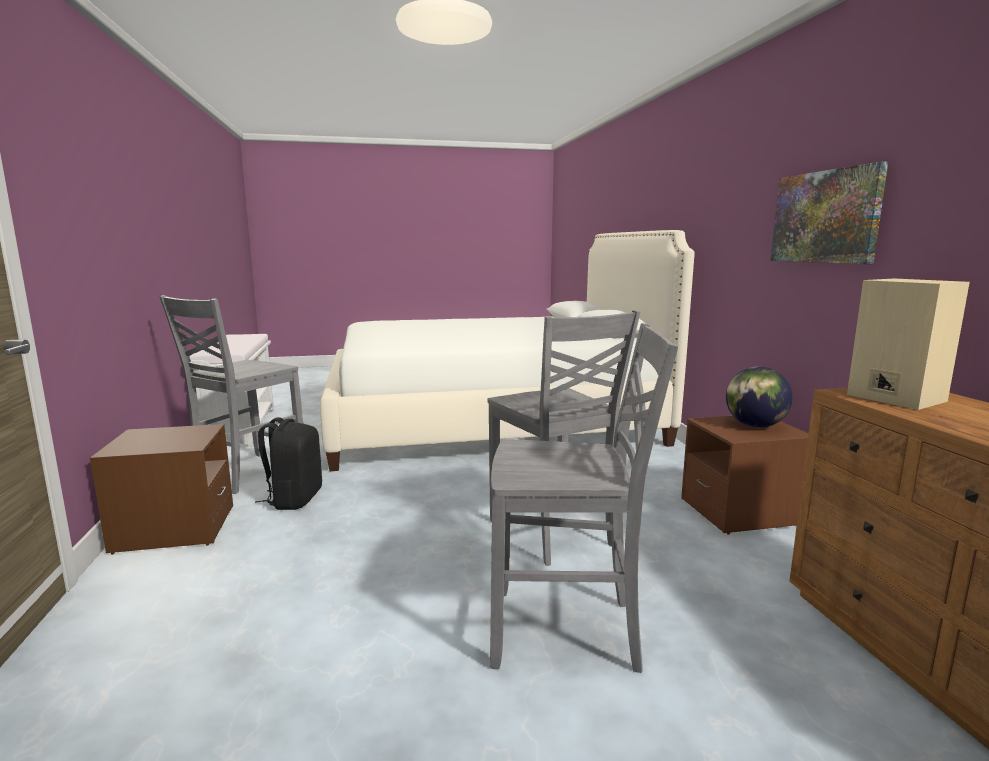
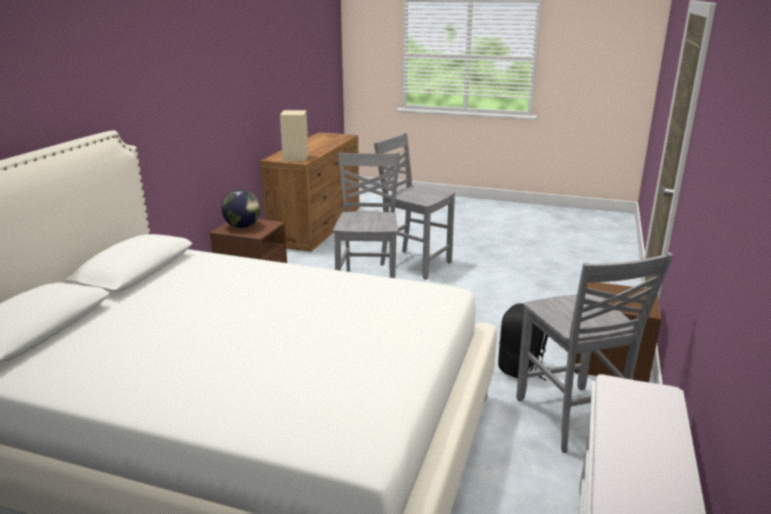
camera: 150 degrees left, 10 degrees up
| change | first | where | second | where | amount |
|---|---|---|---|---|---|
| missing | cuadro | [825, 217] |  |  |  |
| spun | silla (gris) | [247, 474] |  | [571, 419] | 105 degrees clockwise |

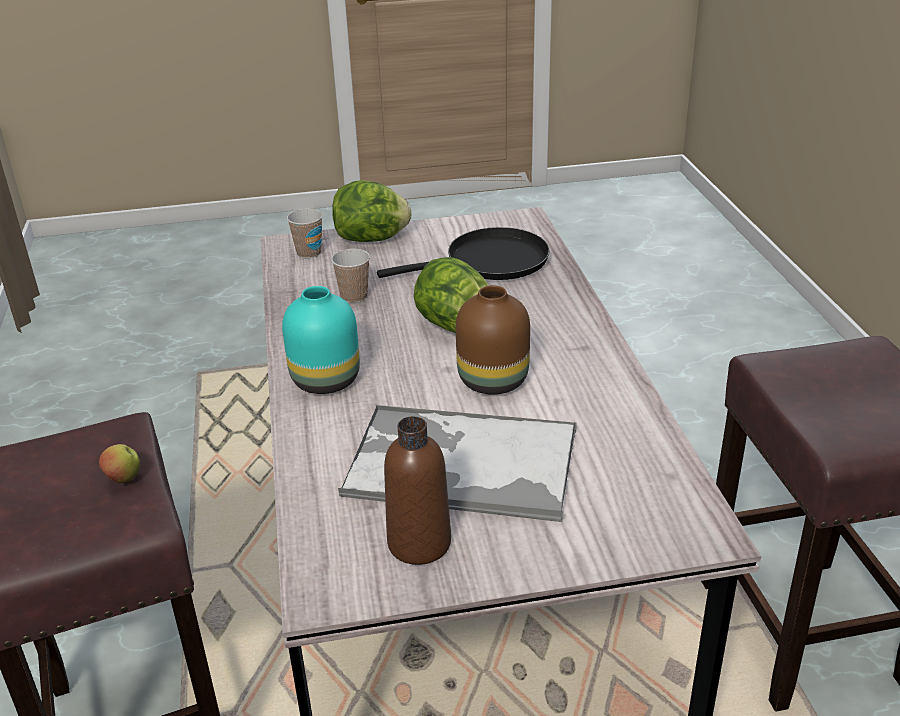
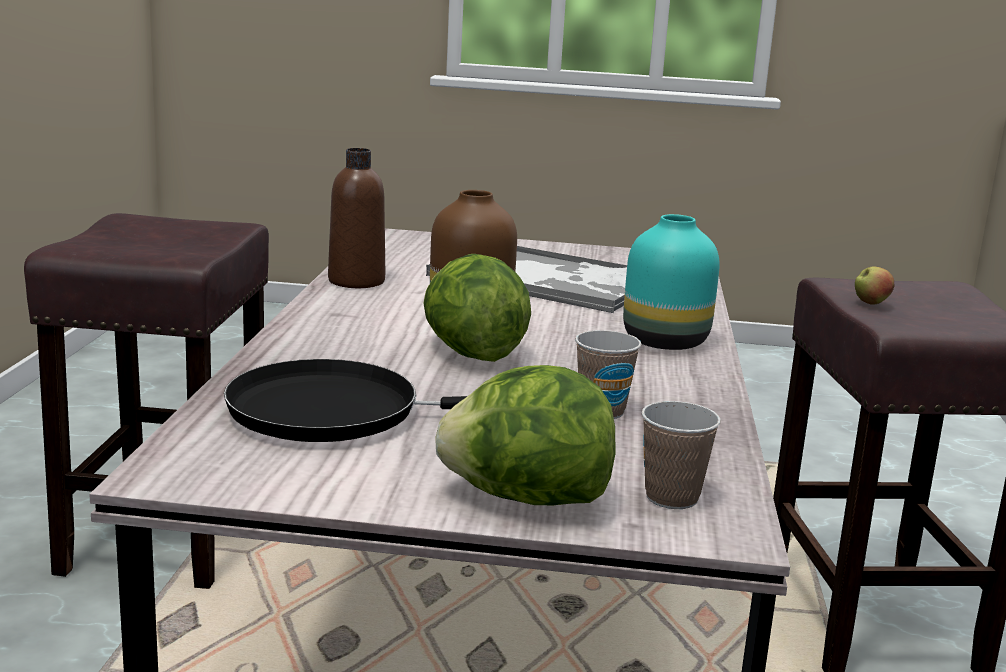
camera: 165 degrees left, 15 degrees down
| change | first | where | second | where | amount |
|---|---|---|---|---|---|
| relocated | botella (marrón) | [419, 543] |  | [356, 281] |  |

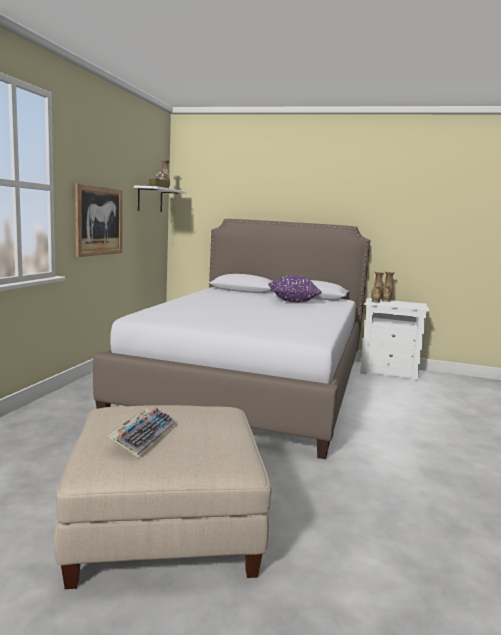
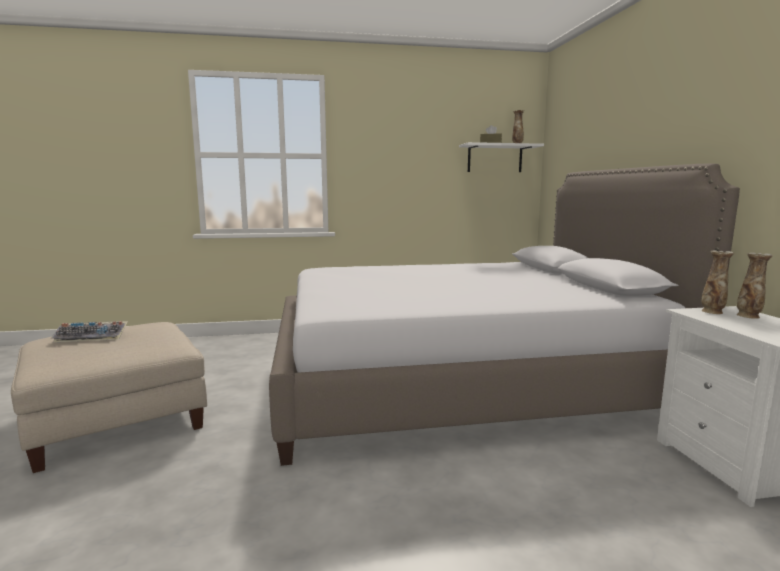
camera: 65 degrees right, 0 degrees up
| change | first | where | second | where | amount |
|---|---|---|---|---|---|
| missing | cuadro | [99, 221] |  |  |  |
| missing | cojín (morado) | [292, 301] |  |  |  |

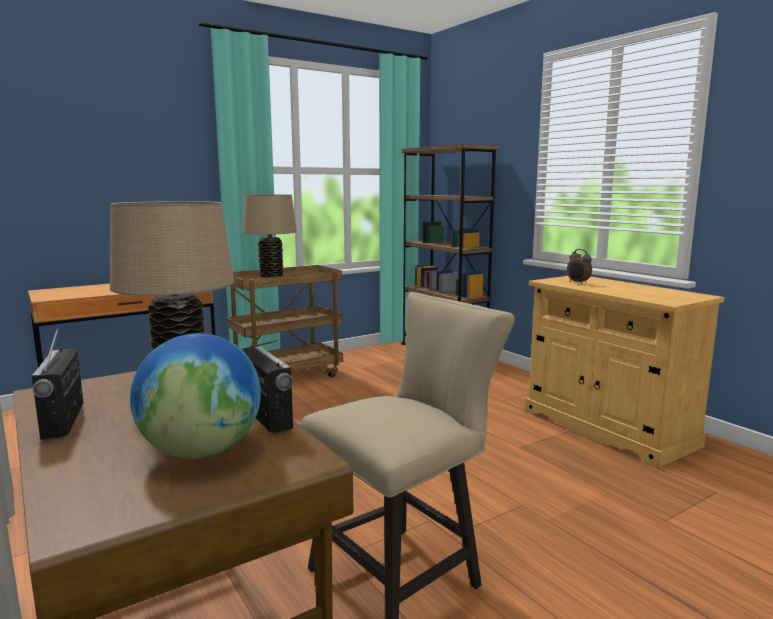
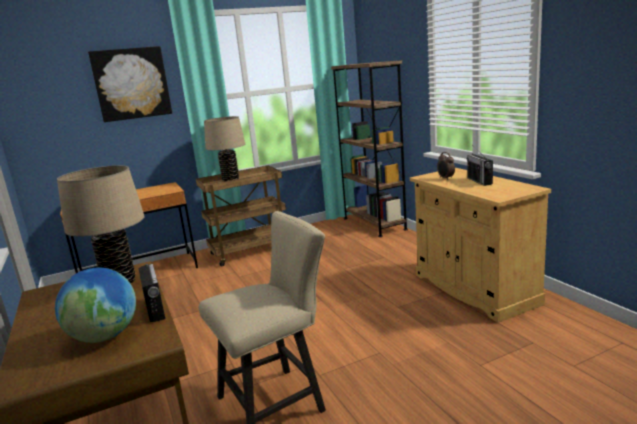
camera: 10 degrees right, 5 degrees up
| change | first | where | second | where | amount |
|---|---|---|---|---|---|
| relocated | radio | [63, 420] |  | [479, 181] |  |
| appeared |  |  | cuadro | [131, 84] |  |

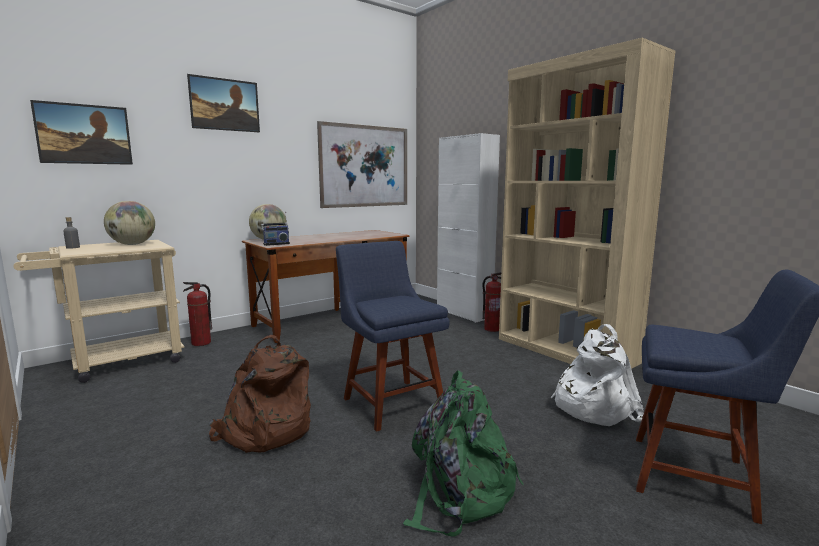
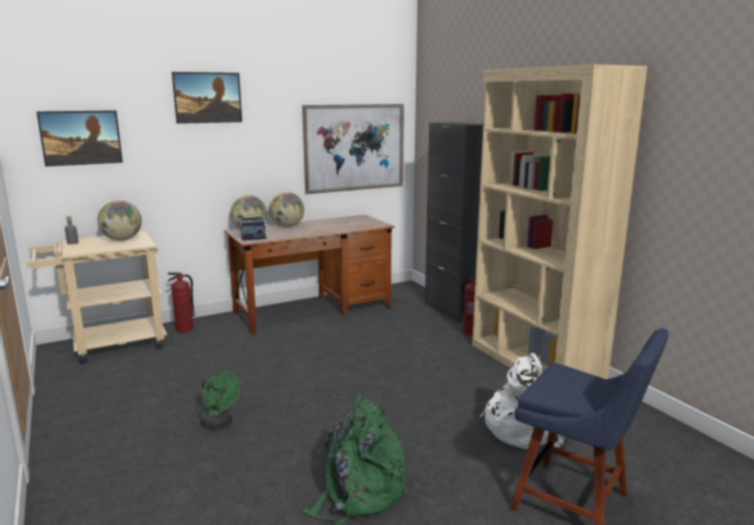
camera: 10 degrees right, 5 degrees up
| change | first | where | second | where | amount |
|---|---|---|---|---|---|
| colour | armario (blanco) | [464, 313] | armario (negro) | [451, 310] |  |
| missing | silla (azul) | [391, 401] |  |  |  |
| exchanged | mochila (marrón) | [264, 431] | ventilador (verde) | [219, 423] |  |
| appeared |  |  | globo terráqueo | [287, 226] |  |

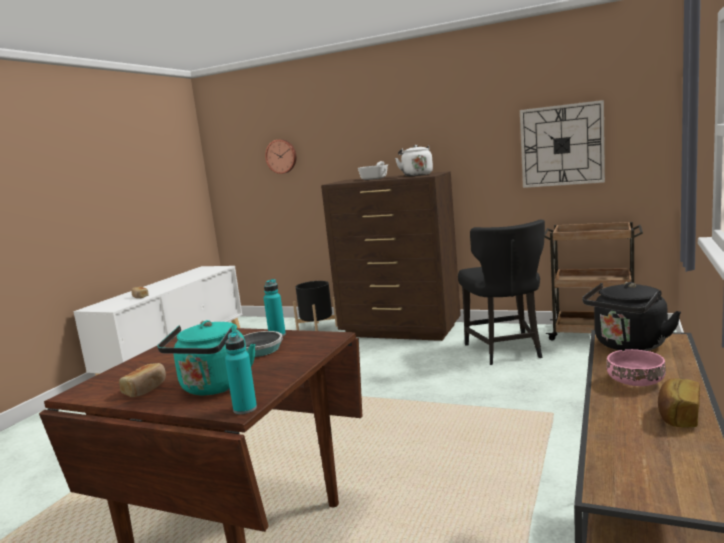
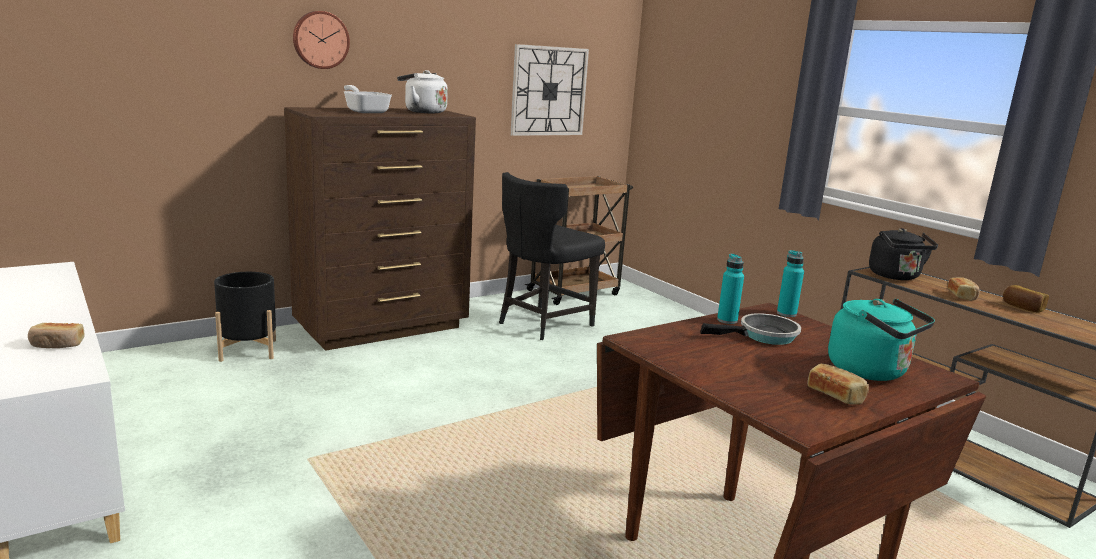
camera: 60 degrees left, 5 degrees up
| change | first | where | second | where | amount |
|---|---|---|---|---|---|
| relocated | reloj de pared | [281, 156] |  | [320, 40] |  |
| spun | silla (negro) | [505, 351] |  | [542, 324] | 105 degrees clockwise |
| relocated | botella (turquesa) | [245, 409] |  | [786, 314] |  |
| exchanged | cuenco (rosa) | [635, 382] | pan | [962, 296] |  |

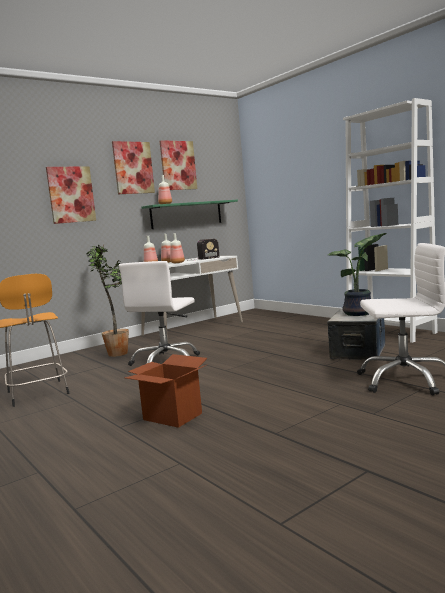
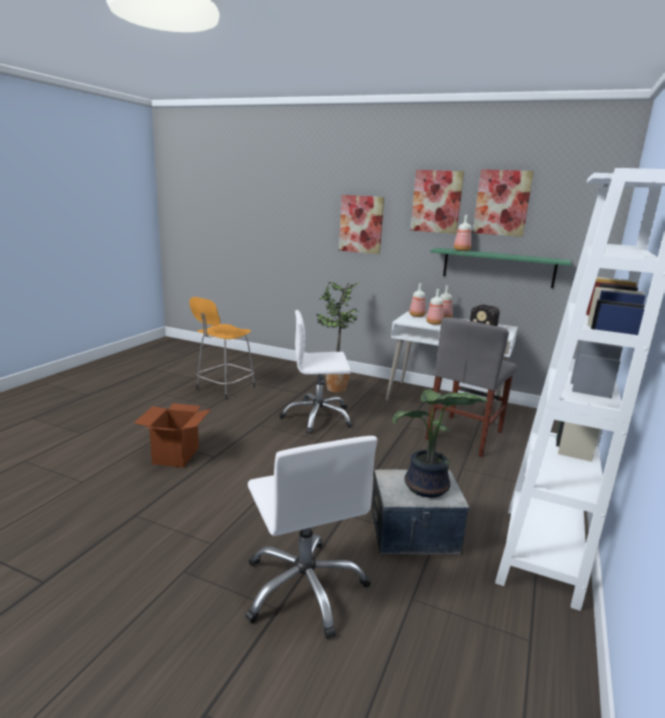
camera: 60 degrees right, 10 degrees up
| change | first | where | second | where | amount |
|---|---|---|---|---|---|
| appeared |  |  | silla (gris) | [464, 435] |  |

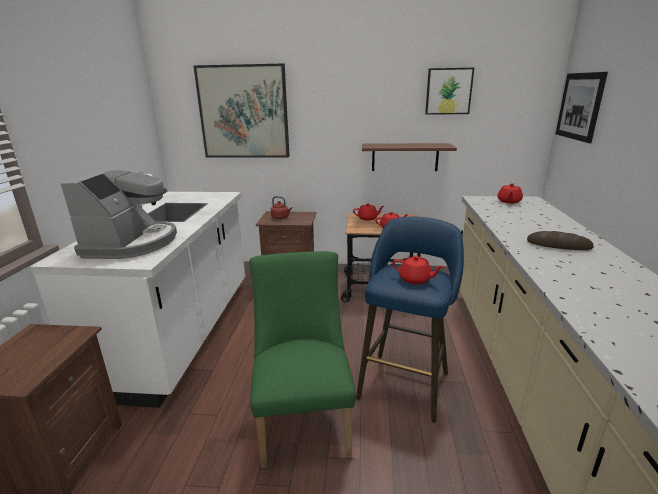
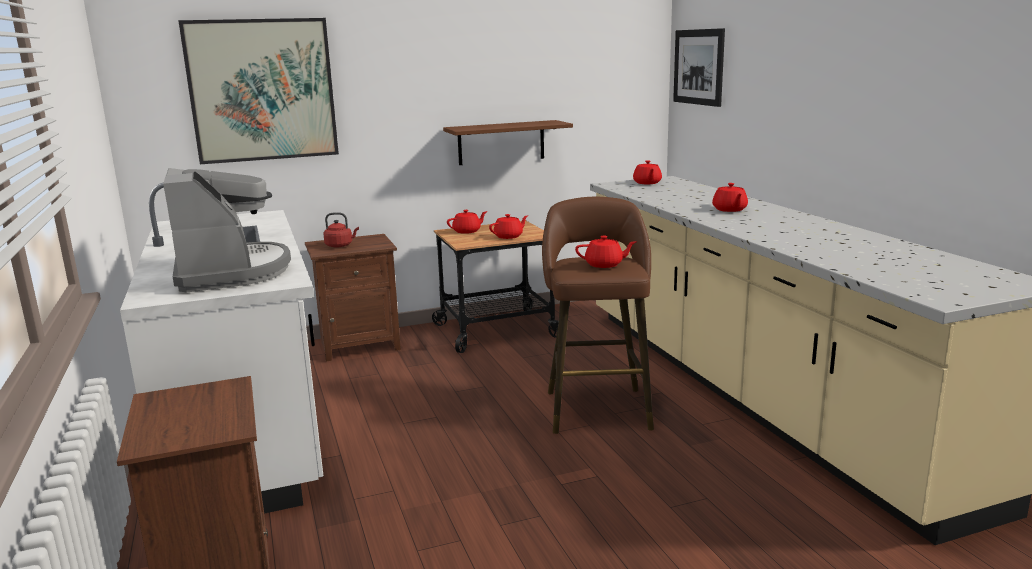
camera: 25 degrees left, 5 degrees down
| change | first | where | second | where | amount |
|---|---|---|---|---|---|
| missing | cuadro | [448, 91] |  |  |  |
| colour | taburete (azul) | [405, 381] | taburete (marrón) | [596, 407] |  |
| exchanged | pan | [558, 245] | tetera (rojo) | [729, 210] |  |
| missing | silla (verde) | [303, 418] |  |  |  |

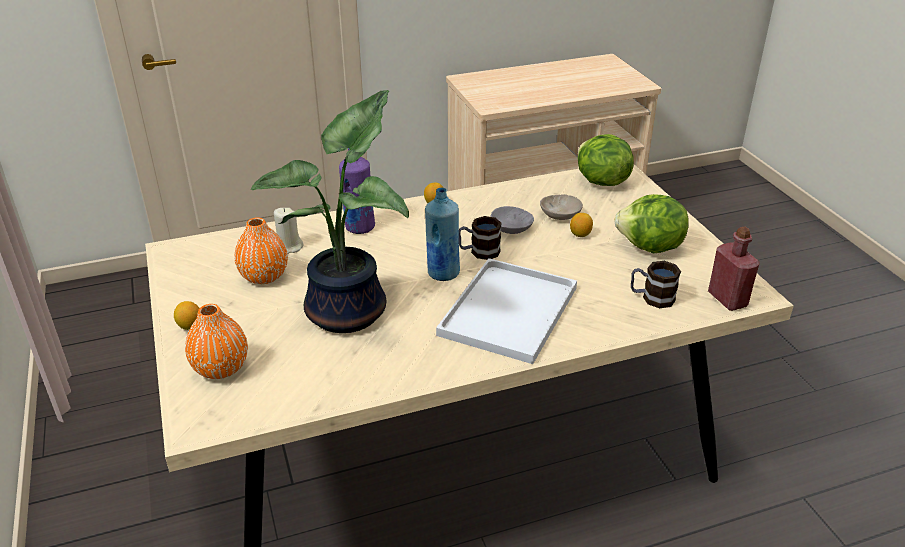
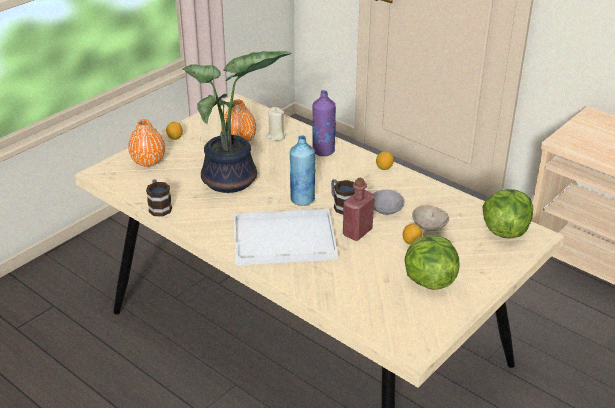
camera: 60 degrees right, 0 degrees up
| change | first | where | second | where | amount |
|---|---|---|---|---|---|
| relocated | botella (rojo) | [727, 299] |  | [357, 232] |  |
| relocated | taza grande | [651, 298] |  | [159, 207] |  |

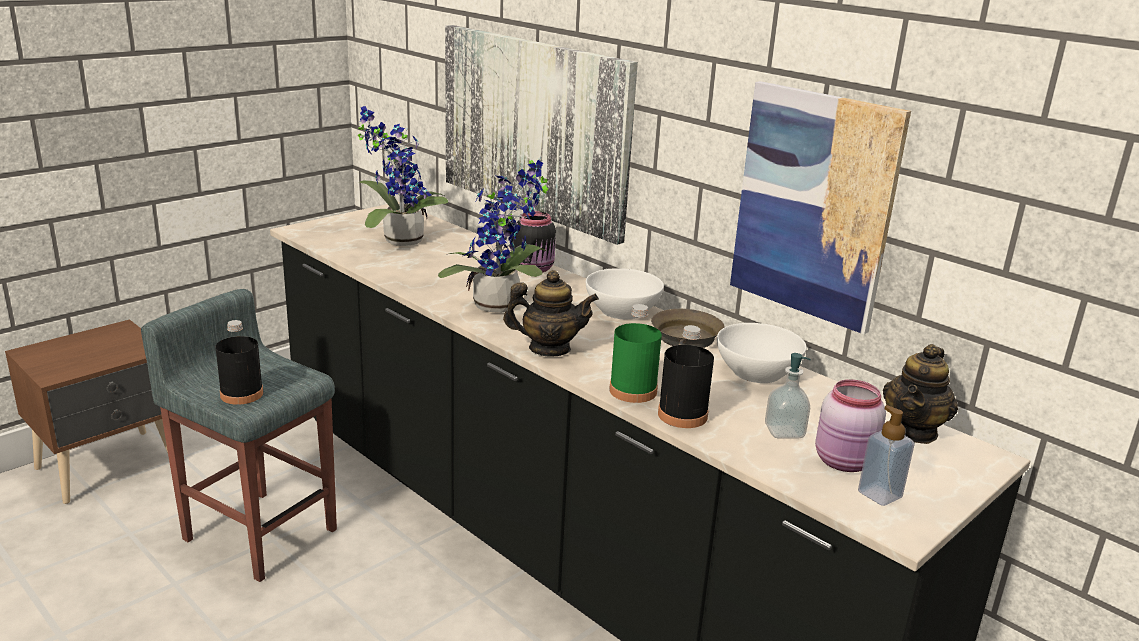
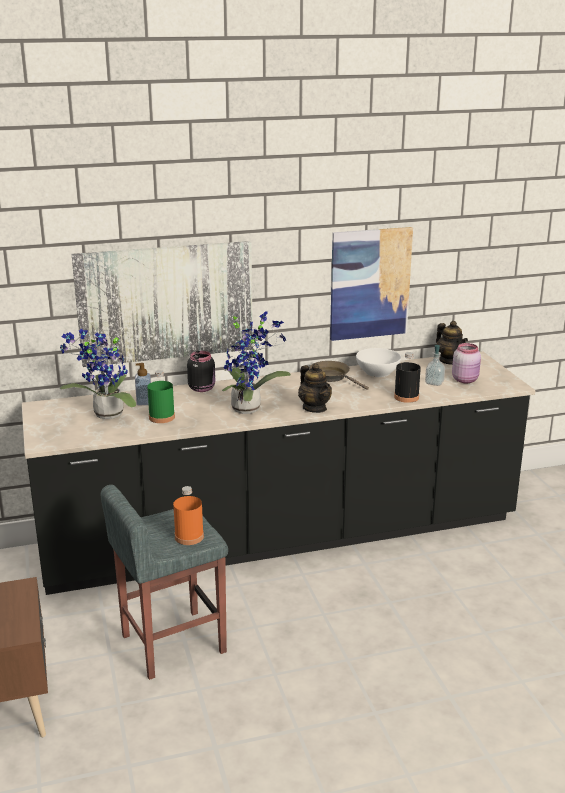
camera: 60 degrees left, 0 degrees up
| change | first | where | second | where | amount |
|---|---|---|---|---|---|
| missing | cuenco (blanco) | [622, 310] |  |  |  |
| spun | tetera | [549, 349] |  | [314, 408] | 120 degrees clockwise |
| relocated | botella (verde) | [633, 391] |  | [162, 417] |  |
| colour | botella (negro) | [242, 394] | botella (naranja) | [189, 537] |  |
| relocated | dispensador de jabón | [879, 494] |  | [144, 402] |  |

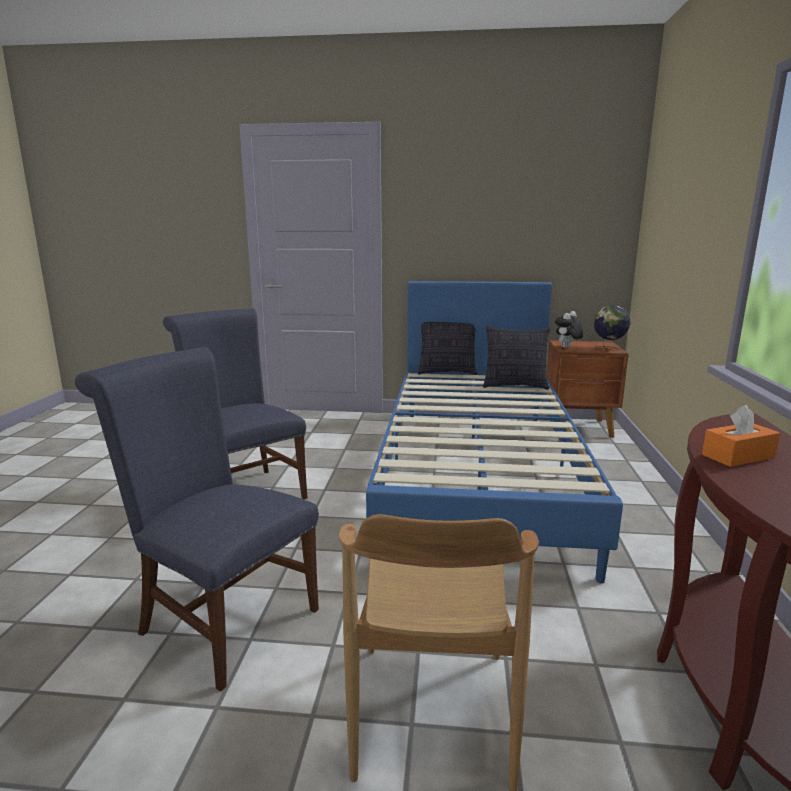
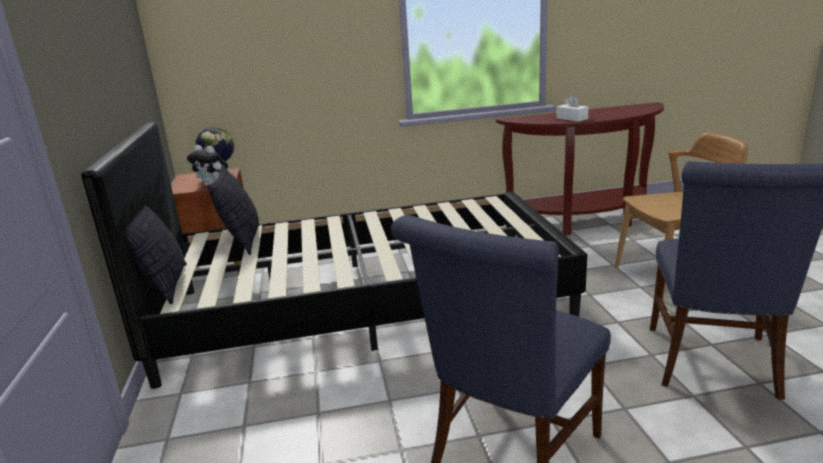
camera: 105 degrees left, 5 degrees up
| change | first | where | second | where | amount |
|---|---|---|---|---|---|
| colour | cama (azul) | [478, 472] | cama (negro) | [363, 305] |  |
| colour | caja de pañuelos (naranja) | [738, 456] | caja de pañuelos (blanco) | [572, 118] |  |

